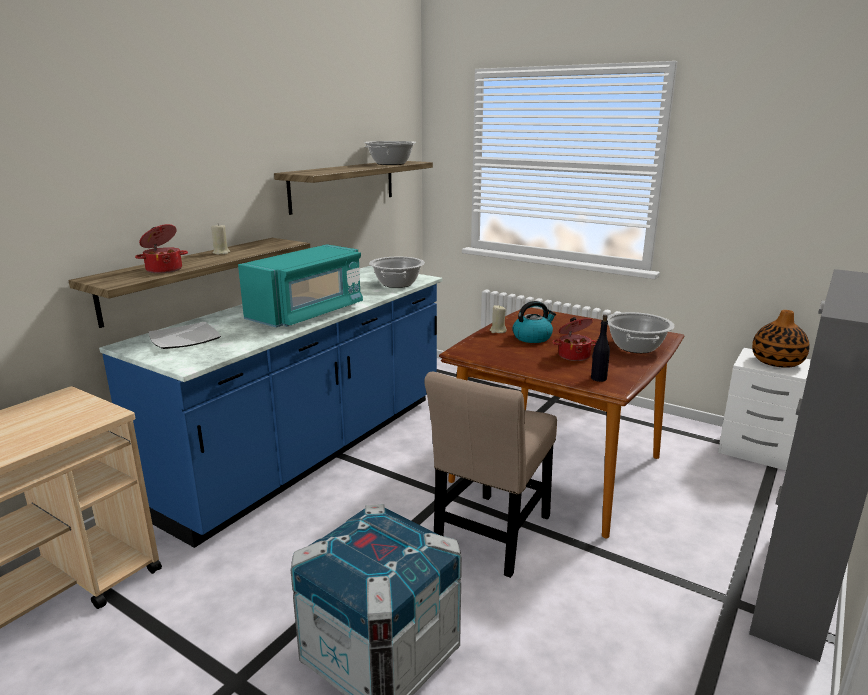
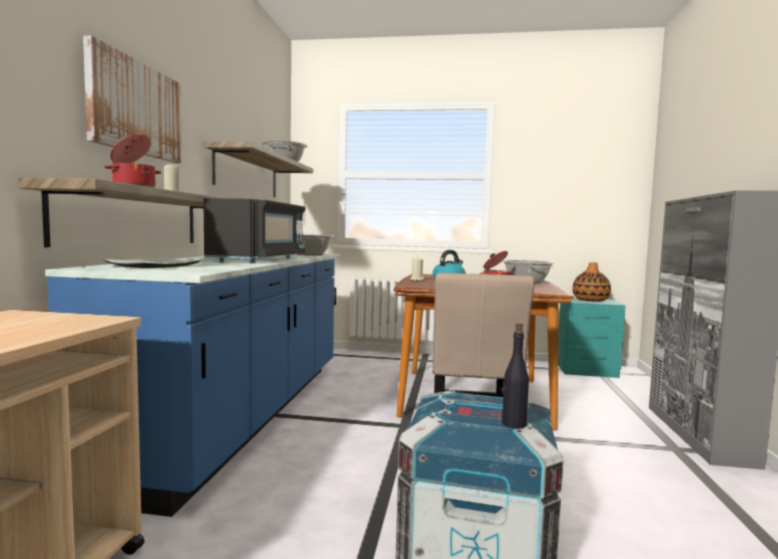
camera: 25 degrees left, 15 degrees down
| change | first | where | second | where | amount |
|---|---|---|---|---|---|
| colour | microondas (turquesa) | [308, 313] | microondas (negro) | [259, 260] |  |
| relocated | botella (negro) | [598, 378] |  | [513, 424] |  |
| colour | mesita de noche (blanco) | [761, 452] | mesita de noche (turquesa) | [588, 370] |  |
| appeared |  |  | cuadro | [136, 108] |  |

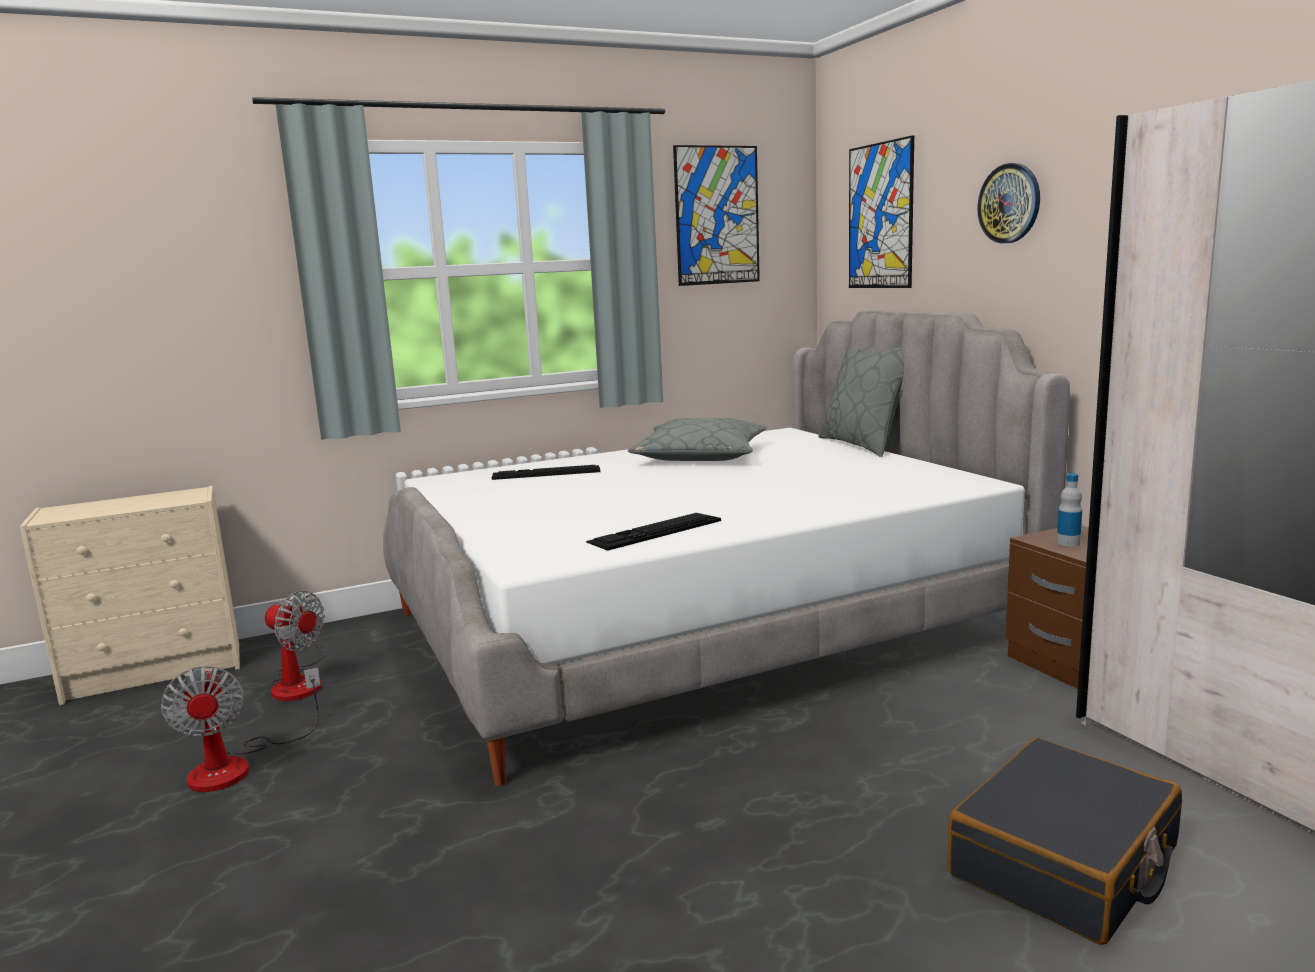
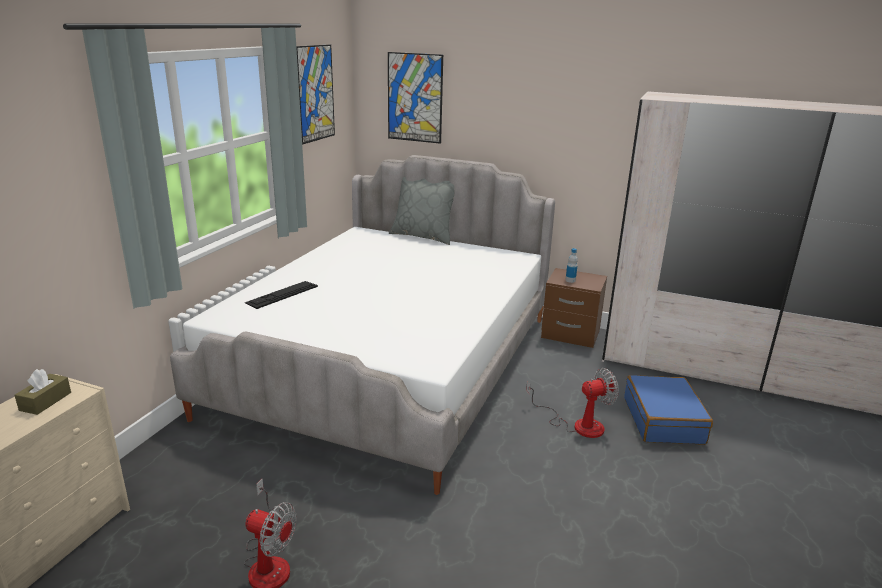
camera: 45 degrees left, 10 degrees up
| change | first | where | second | where | amount |
|---|---|---|---|---|---|
| missing | reloj de pared | [1009, 203] |  |  |  |
| missing | cojín (gris) | [700, 456] |  |  |  |
| missing | teclado | [655, 531] |  |  |  |
| relocated | ventilador | [299, 682] |  | [578, 425] |  |
| colour | maleta (negro) | [1065, 862] | maleta (azul) | [663, 420] |  |
| appeared |  |  | caja de pañuelos (marrón) | [45, 401] |  |

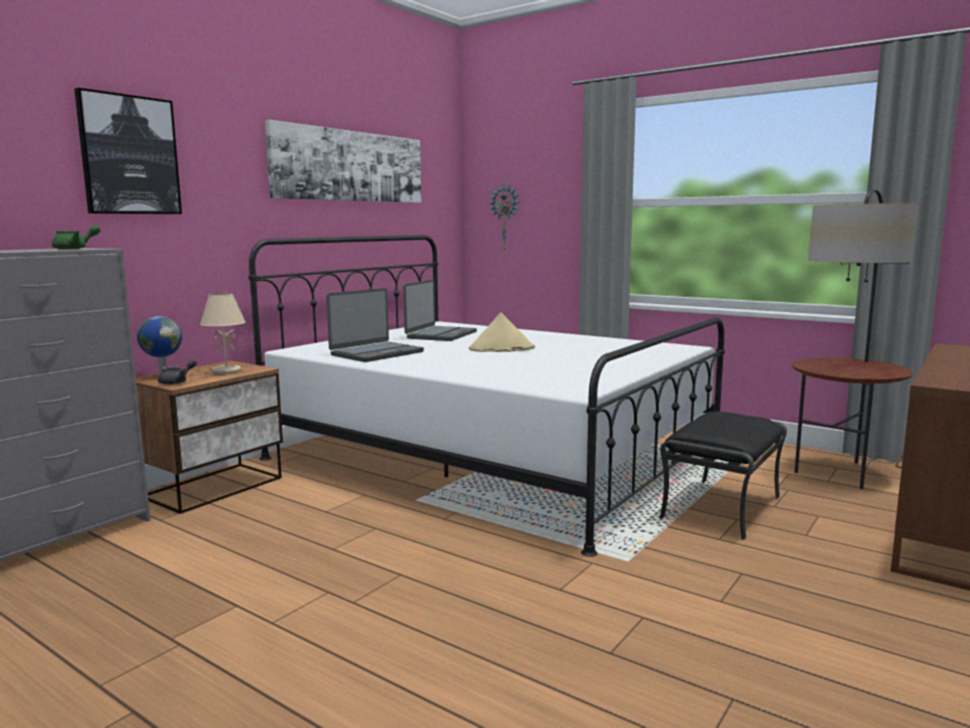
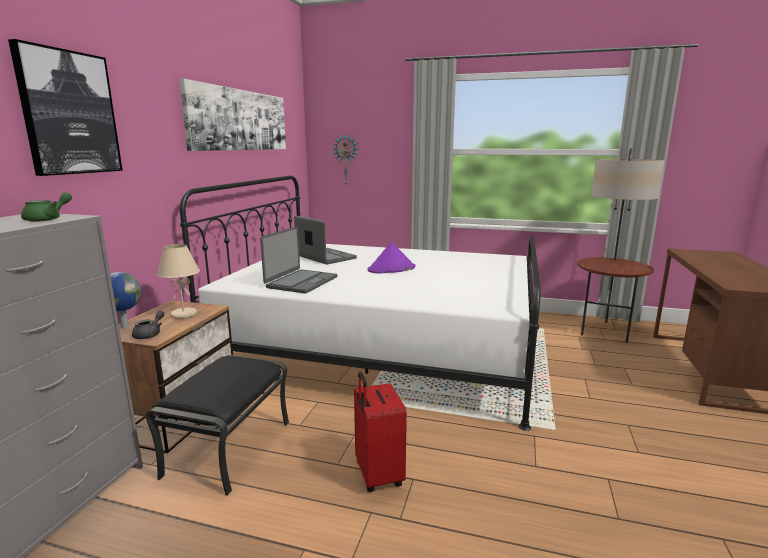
camera: 20 degrees left, 5 degrees up
| change | first | where | second | where | amount |
|---|---|---|---|---|---|
| spun | portátil | [440, 335] |  | [325, 257] | 45 degrees counterclockwise |
| colour | sombrero (beis) | [501, 349] | sombrero (morado) | [391, 269] |  |
| relocated | puf (negro) | [720, 507] |  | [228, 447] |  |
| appeared |  |  | maleta (rojo) | [377, 475] |  |

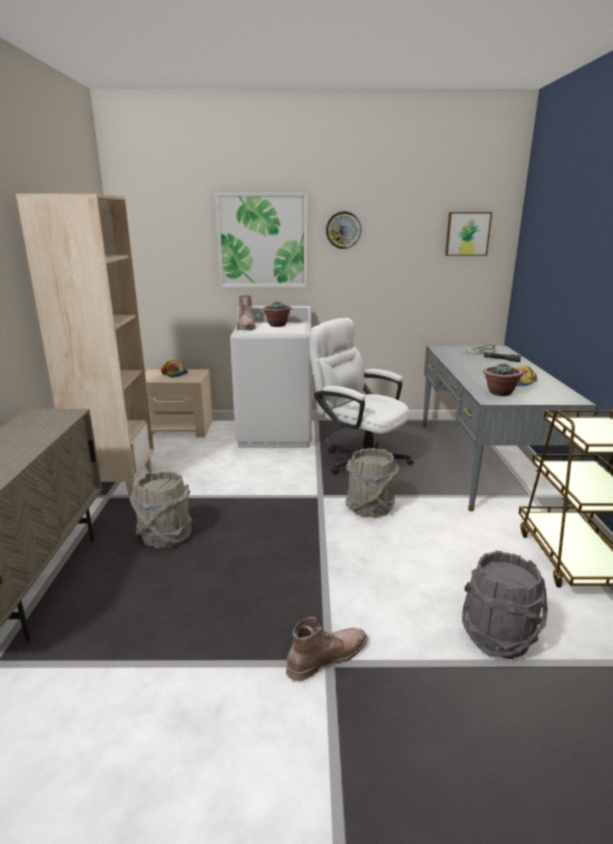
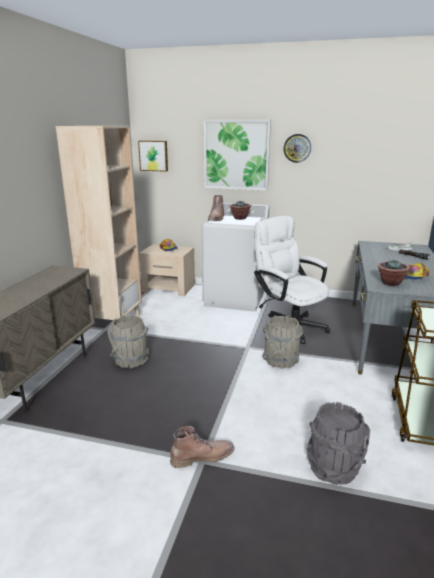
camera: 15 degrees right, 0 degrees up
| change | first | where | second | where | amount |
|---|---|---|---|---|---|
| relocated | cuadro | [467, 234] |  | [153, 155] |  |

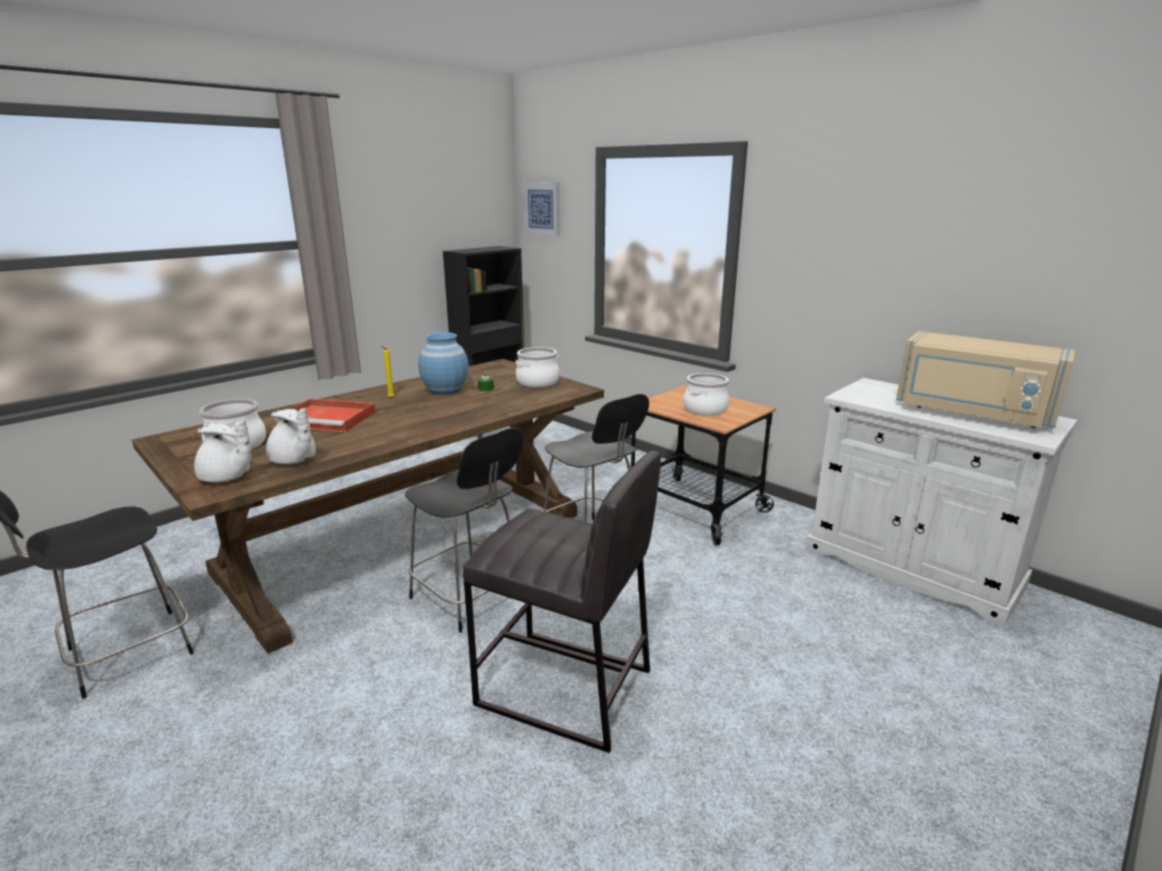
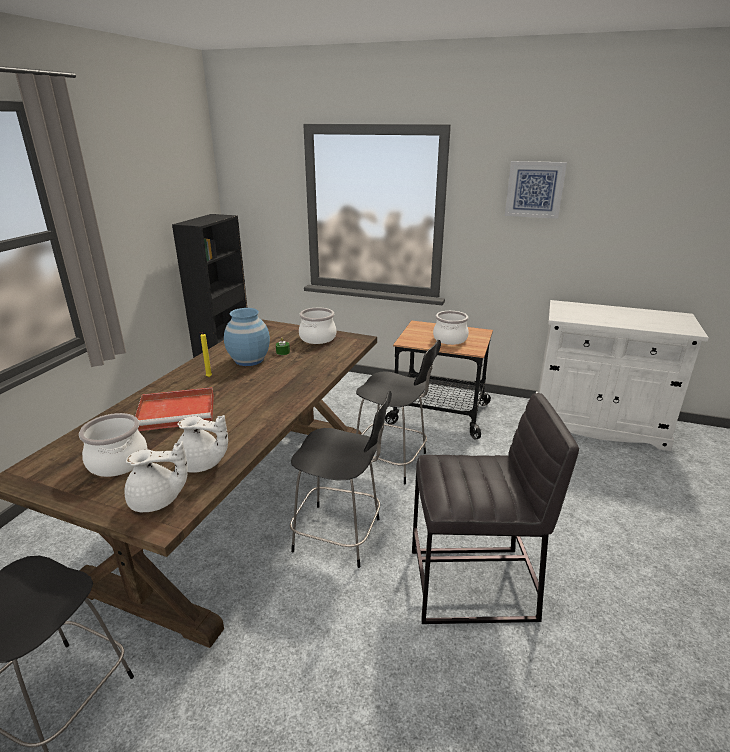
camera: 25 degrees left, 5 degrees up
| change | first | where | second | where | amount |
|---|---|---|---|---|---|
| relocated | cuadro | [542, 208] |  | [534, 189] |  |
| missing | microondas (beis) | [972, 413] |  |  |  |

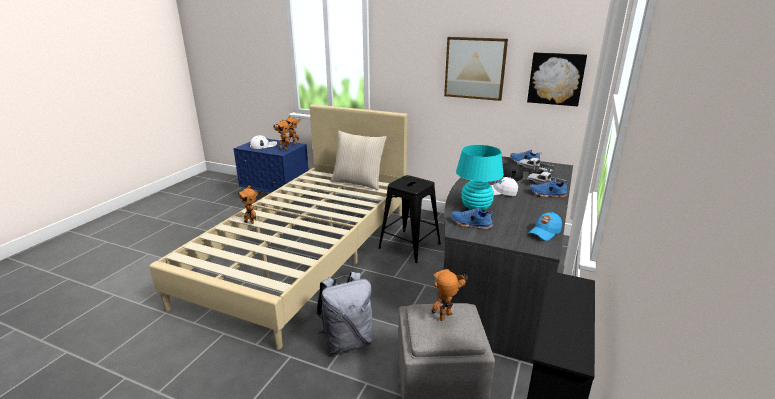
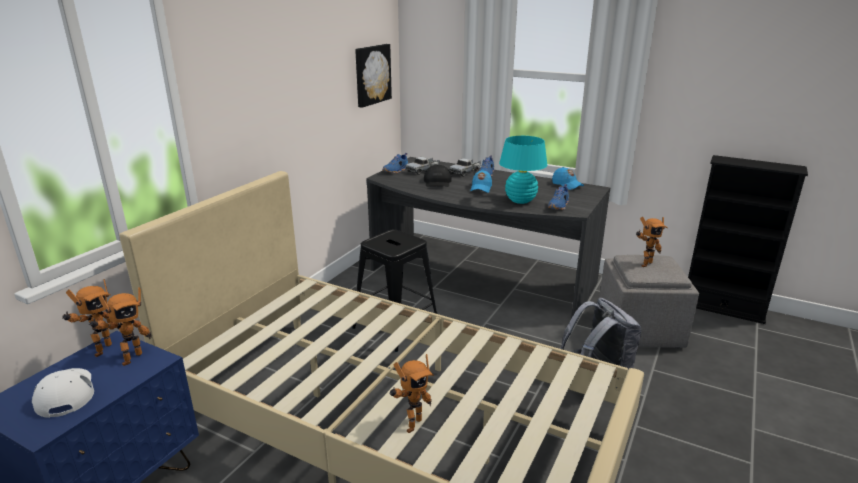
camera: 85 degrees left, 0 degrees up
| change | first | where | second | where | amount |
|---|---|---|---|---|---|
| missing | cuadro | [475, 68] |  |  |  |
| missing | cojín (beis) | [358, 183] |  |  |  |
| colour | gorra (blanco) | [500, 192] | gorra (azul) | [481, 188] |  |
| spun | robot de juguete | [448, 318] |  | [644, 264] | 90 degrees counterclockwise |

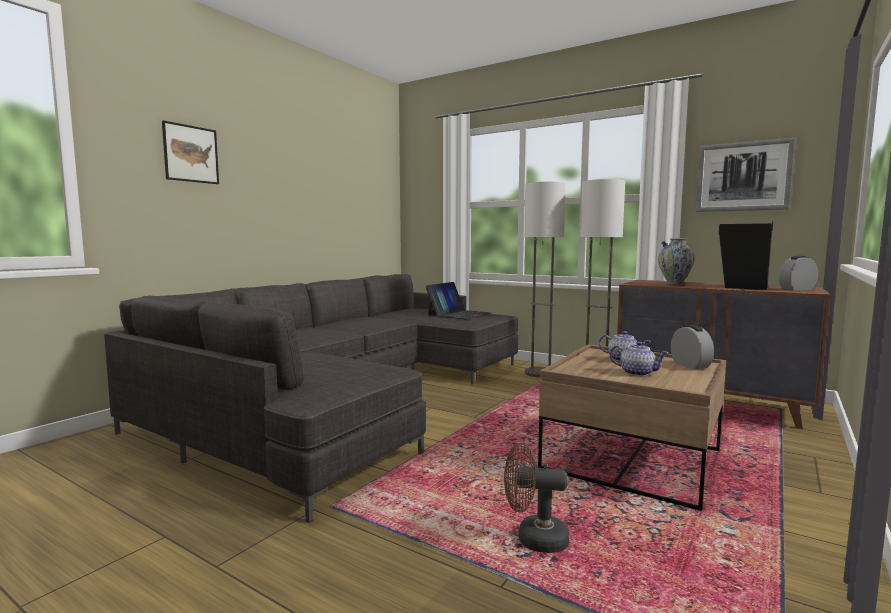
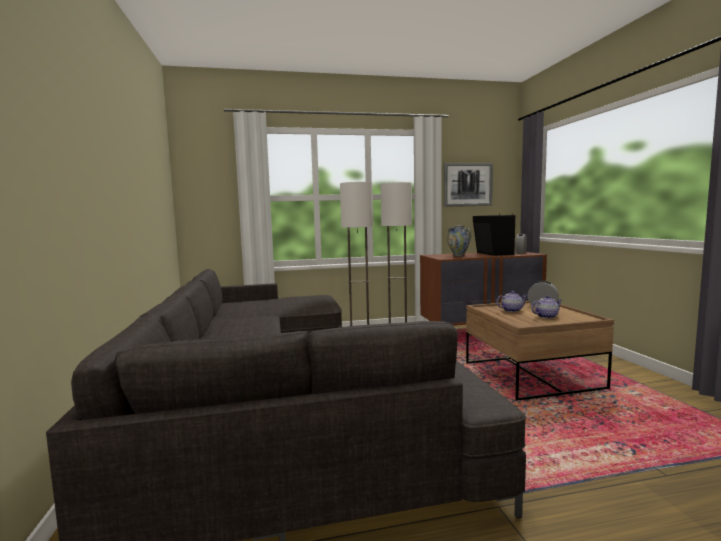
camera: 45 degrees left, 0 degrees up
| change | first | where | second | where | amount |
|---|---|---|---|---|---|
| missing | cuadro | [191, 154] |  |  |  |
| missing | portátil | [459, 314] |  |  |  |
| missing | ventilador (marrón) | [533, 539] |  |  |  |

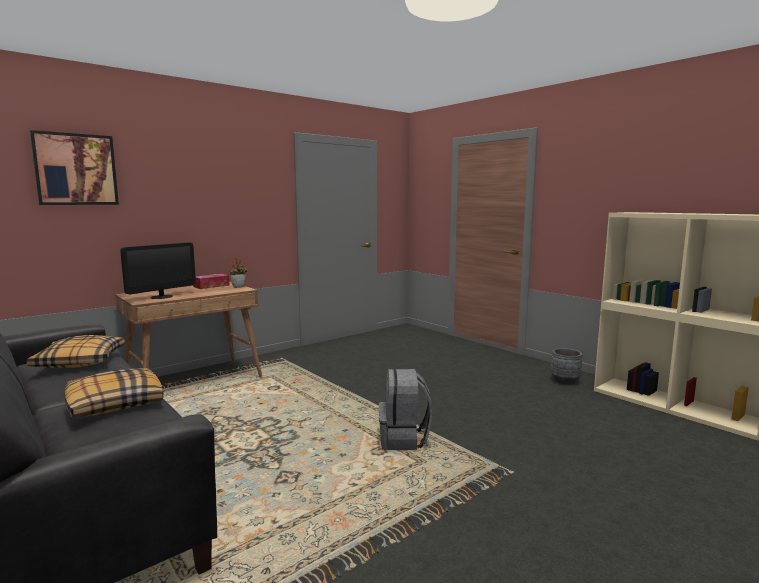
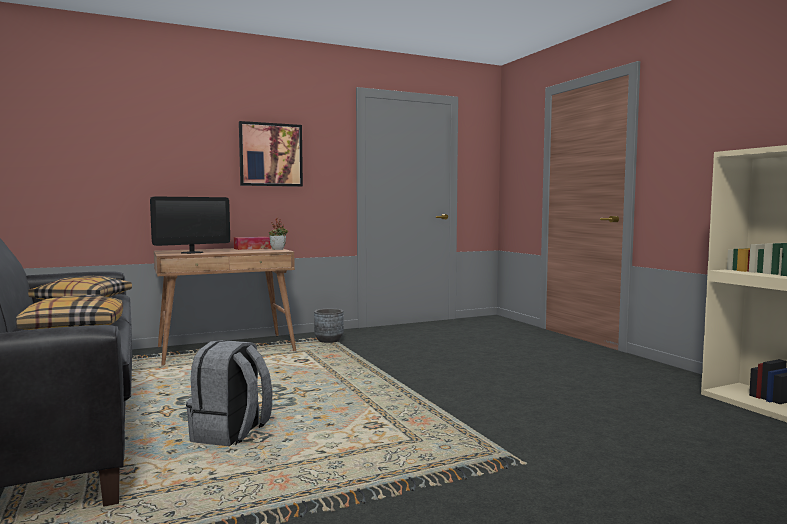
camera: 15 degrees right, 5 degrees down
| change | first | where | second | where | amount |
|---|---|---|---|---|---|
| relocated | cuadro | [76, 169] |  | [271, 155] |  |
| relocated | maceta (gris) | [565, 380] |  | [329, 341] |  |
| relocated | mochila (gris) | [404, 439] |  | [231, 434] |  |

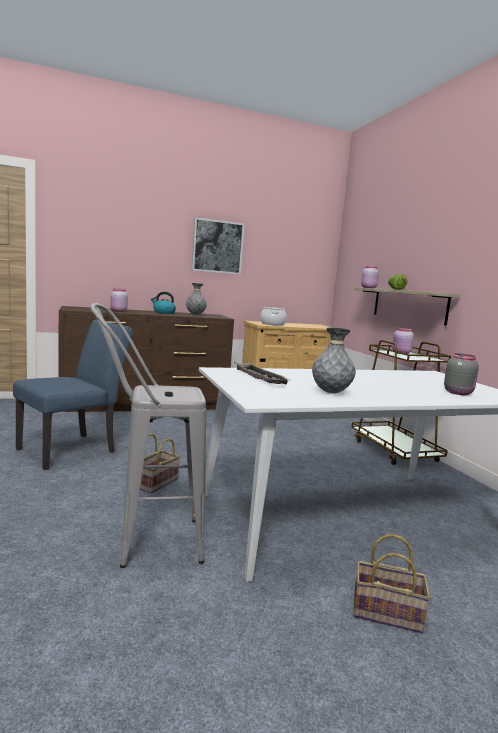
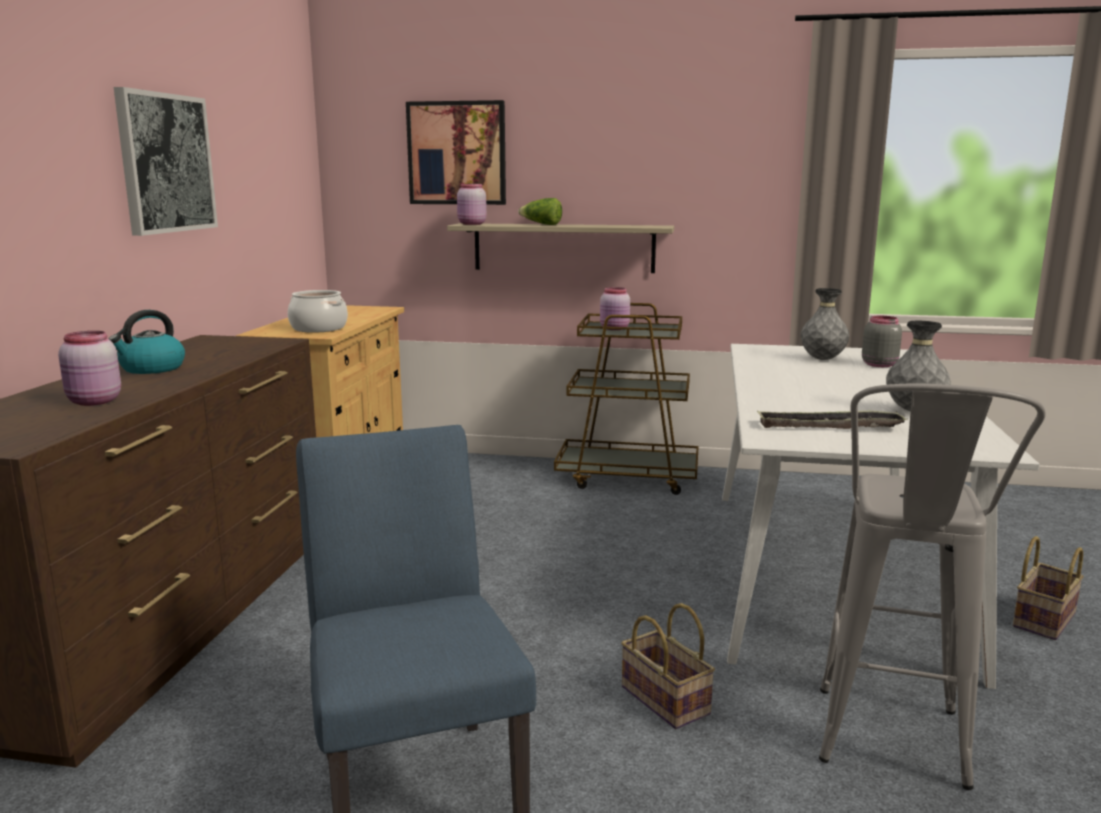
camera: 60 degrees left, 5 degrees up
| change | first | where | second | where | amount |
|---|---|---|---|---|---|
| relocated | florero (gris) | [195, 314] |  | [822, 359] |  |
| appeared |  |  | cuadro | [457, 153] |  |

